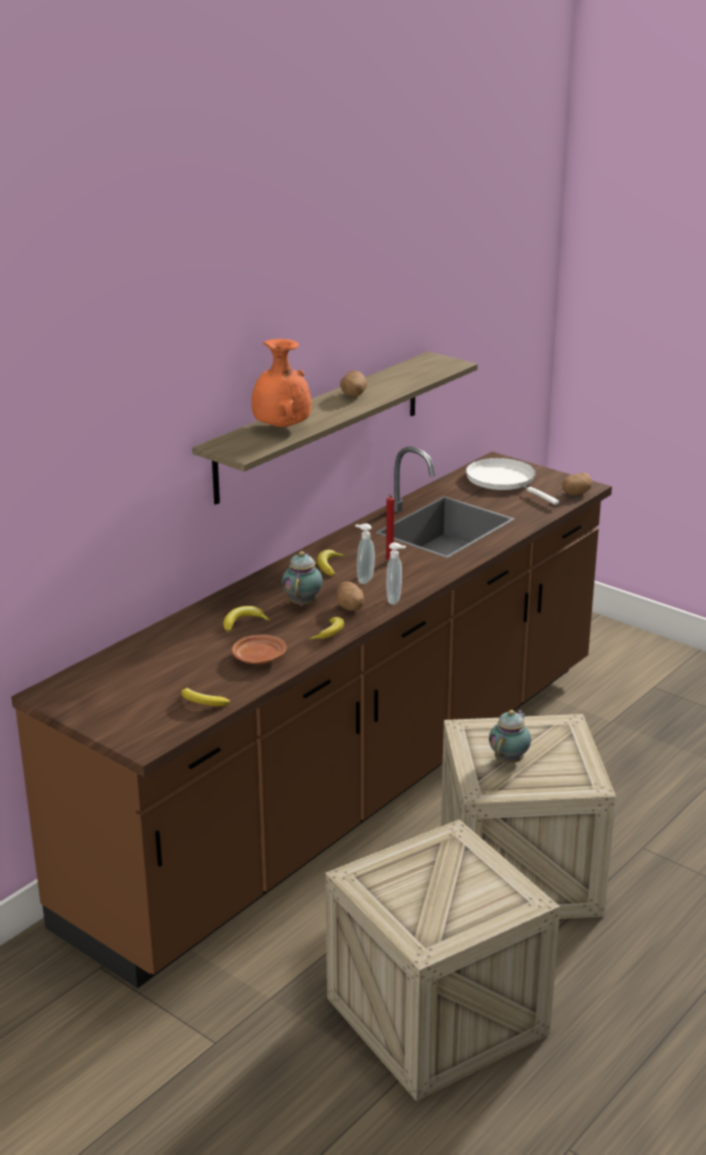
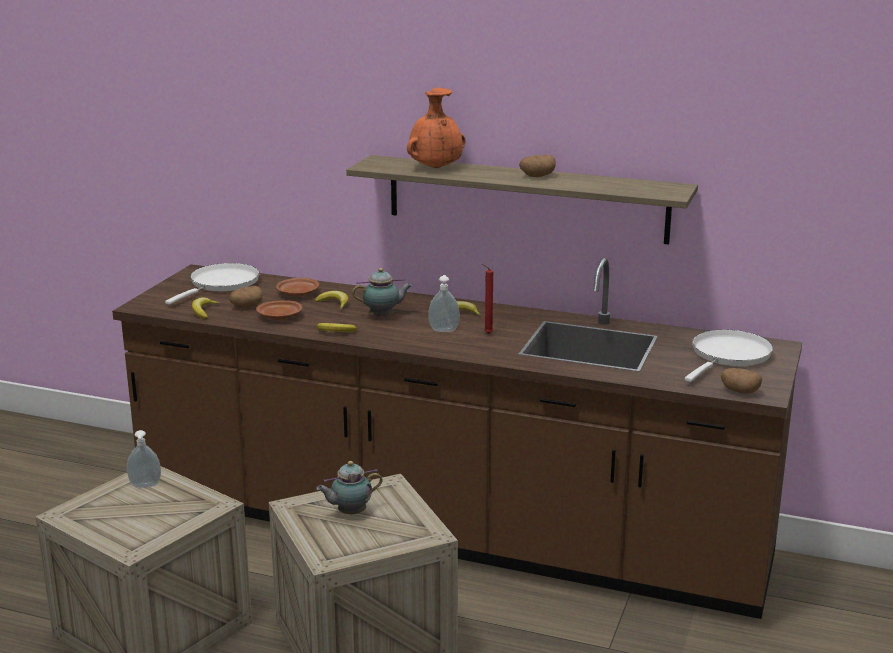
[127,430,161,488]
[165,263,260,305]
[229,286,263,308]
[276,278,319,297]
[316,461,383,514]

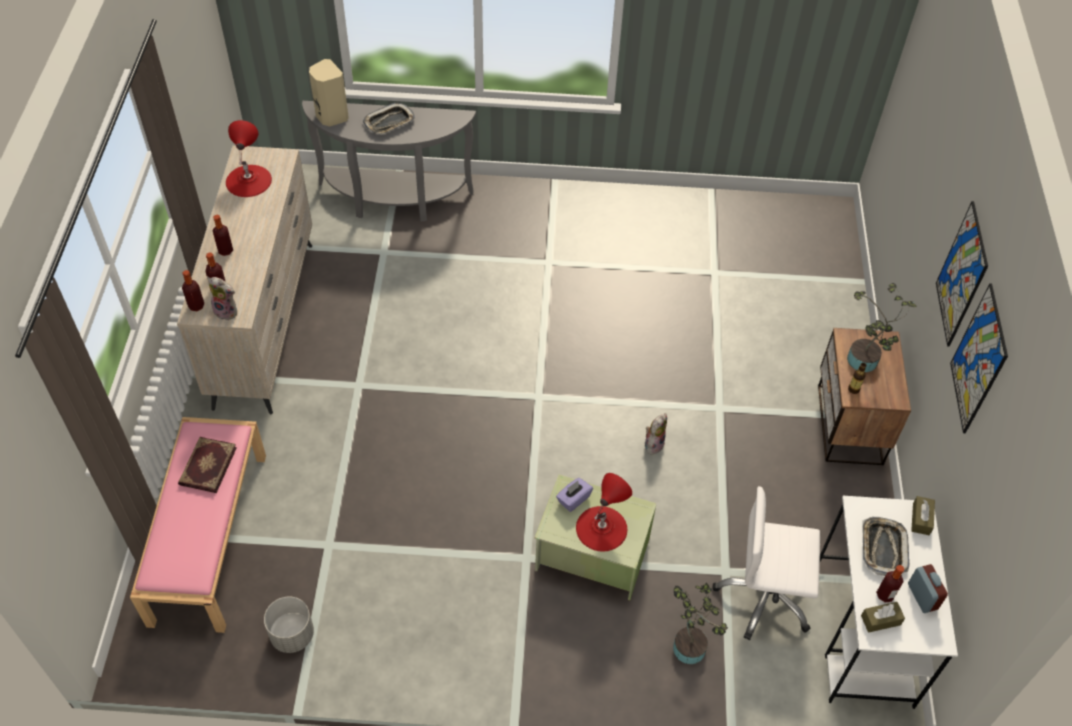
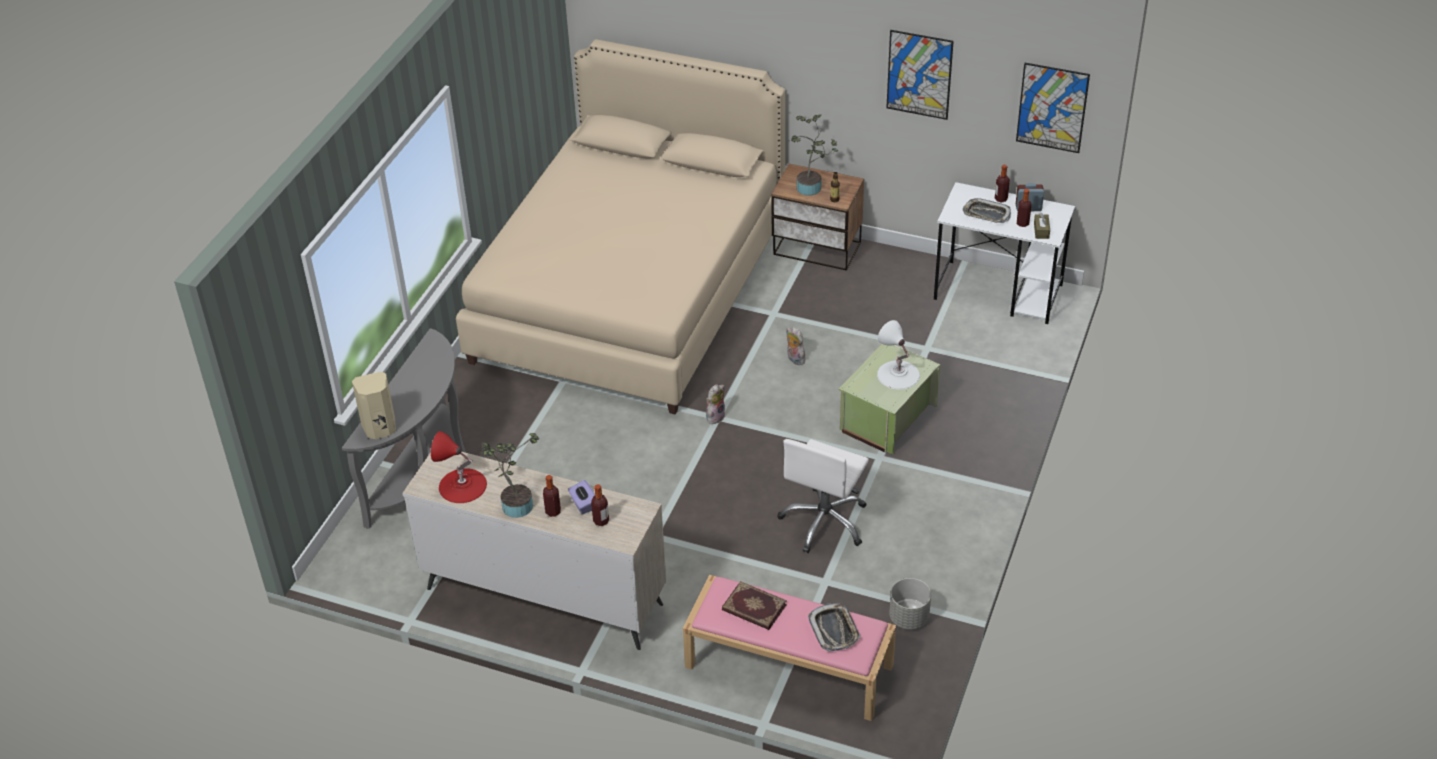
[456,39,785,415]
[480,433,539,518]
[568,480,595,514]
[706,384,725,424]
[777,439,869,553]
[808,603,861,652]
[877,320,920,390]
[995,165,1010,203]
[1016,63,1090,153]
[911,496,935,535] (first image)

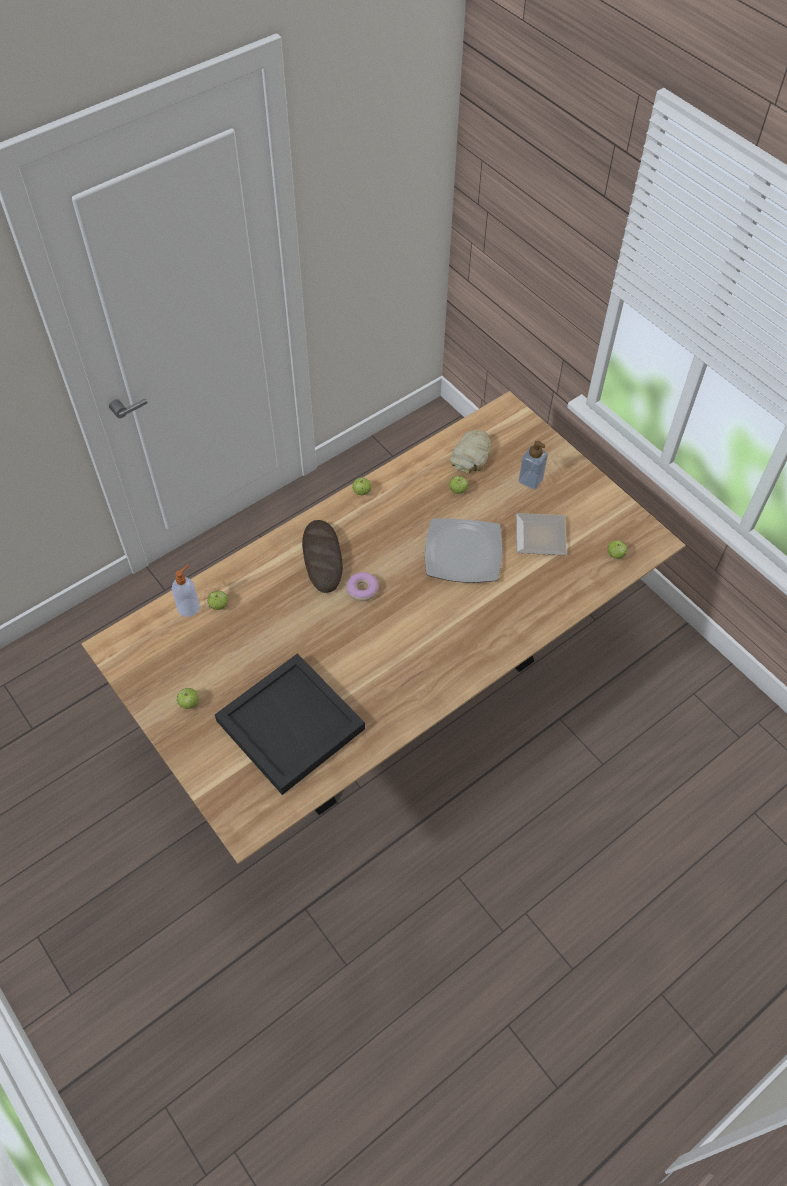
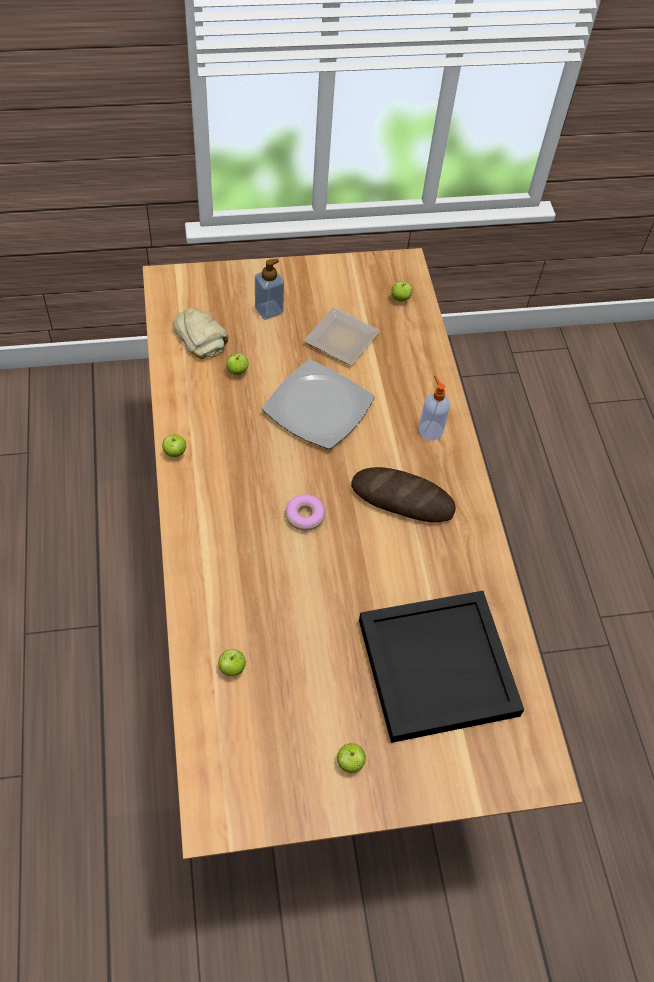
[351,467,455,522]
[418,375,450,441]

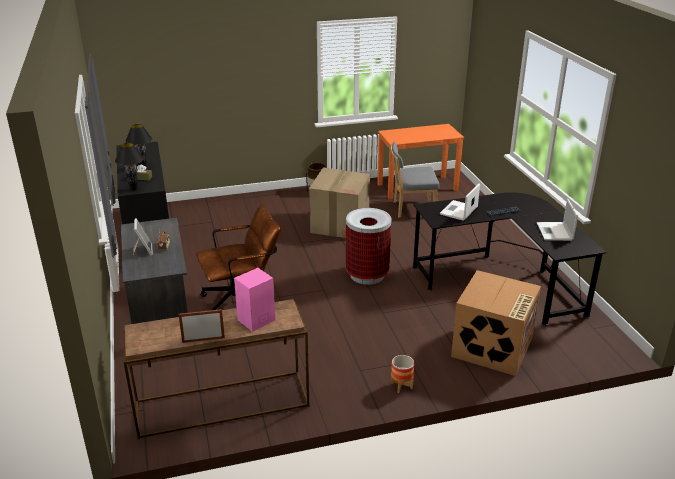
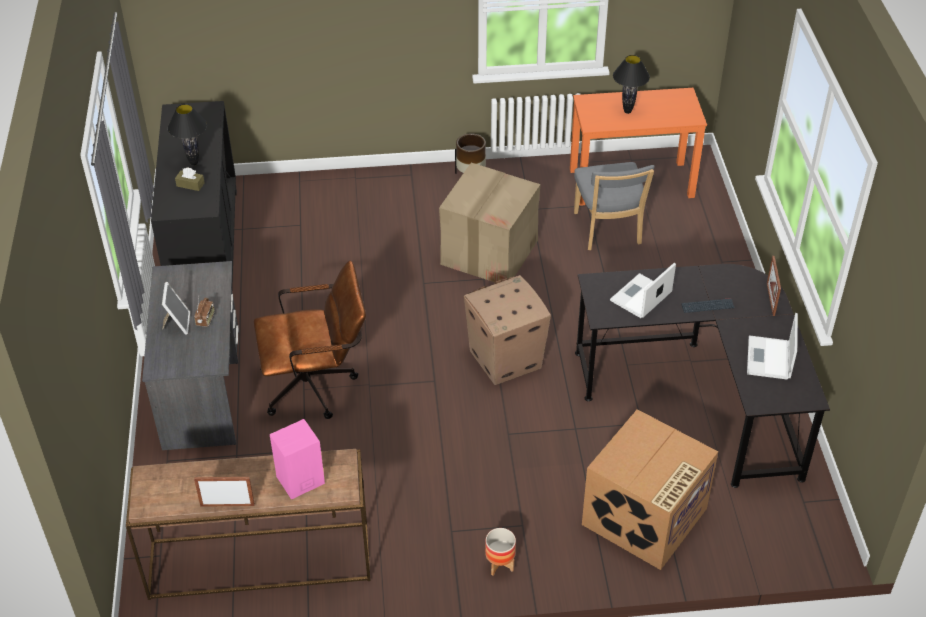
[464,275,551,385]
[574,162,655,250]
[613,55,650,114]
[767,256,781,316]

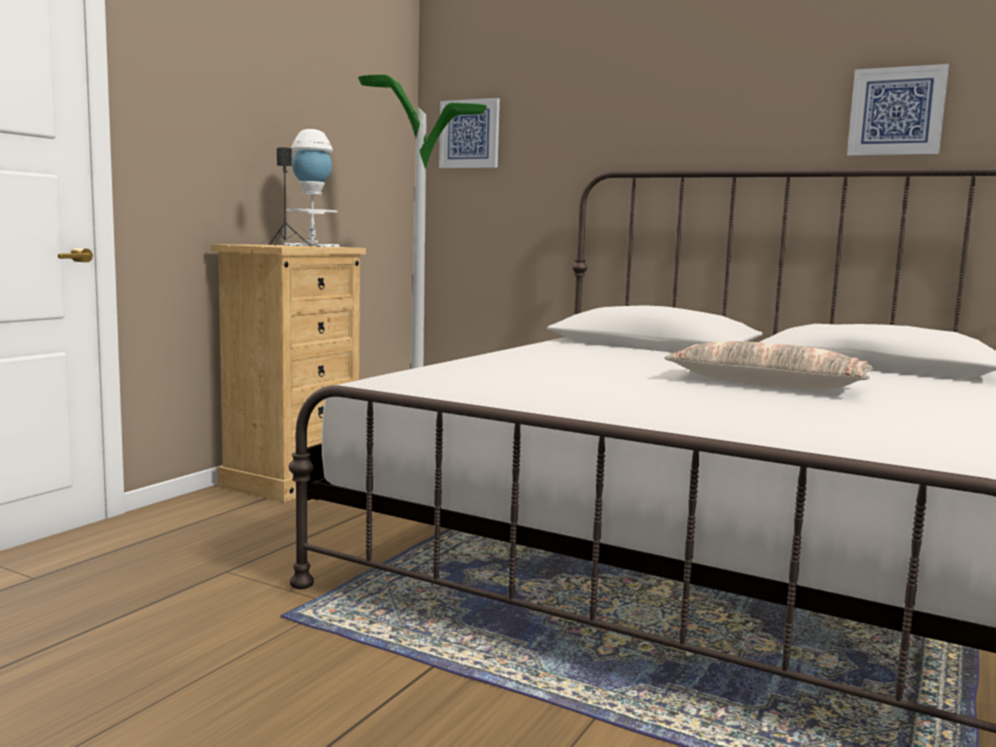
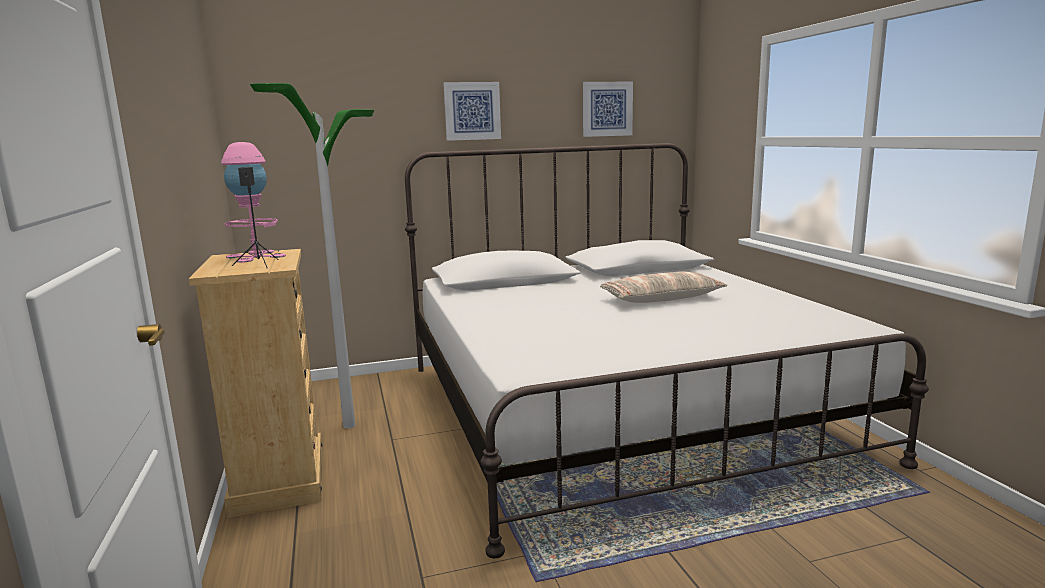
[221,142,286,263]
[443,82,501,141]

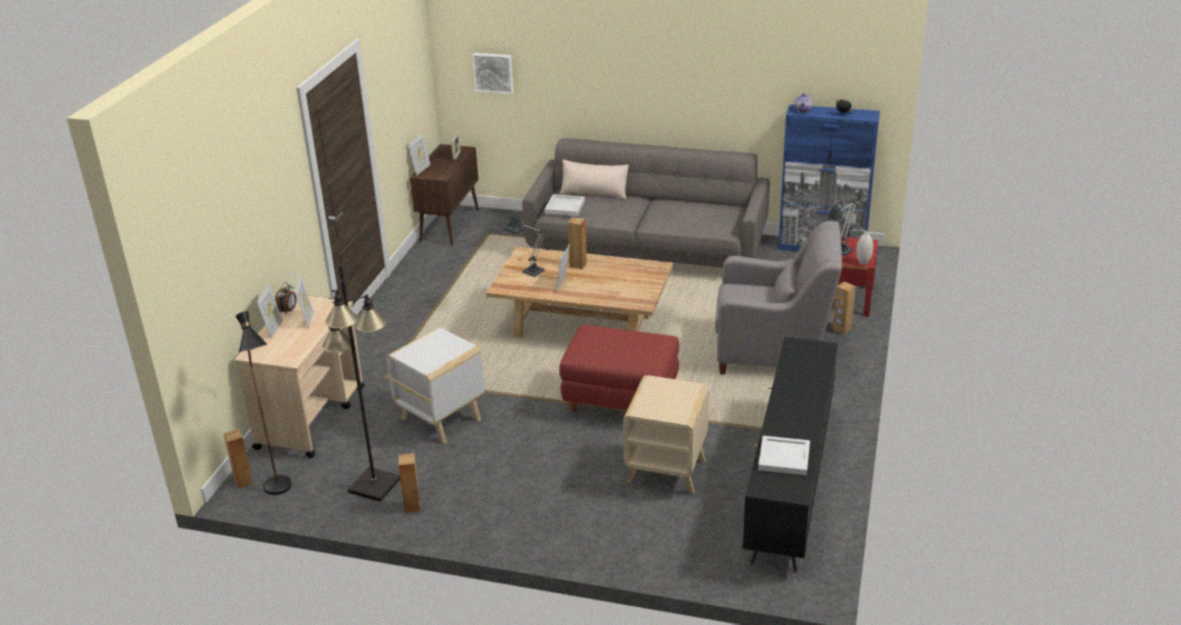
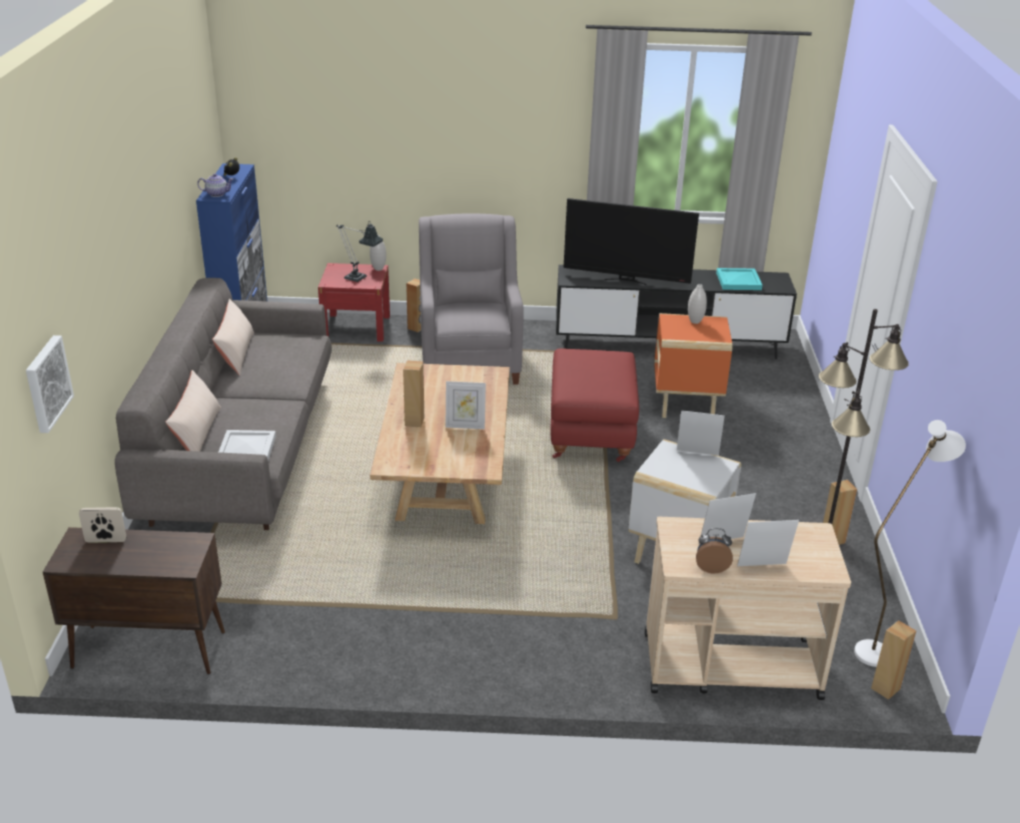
[212,299,254,376]
[563,198,699,285]
[654,313,732,418]
[677,410,725,456]
[688,284,707,324]
[716,268,763,290]
[854,420,966,667]
[504,211,546,277] (first image)

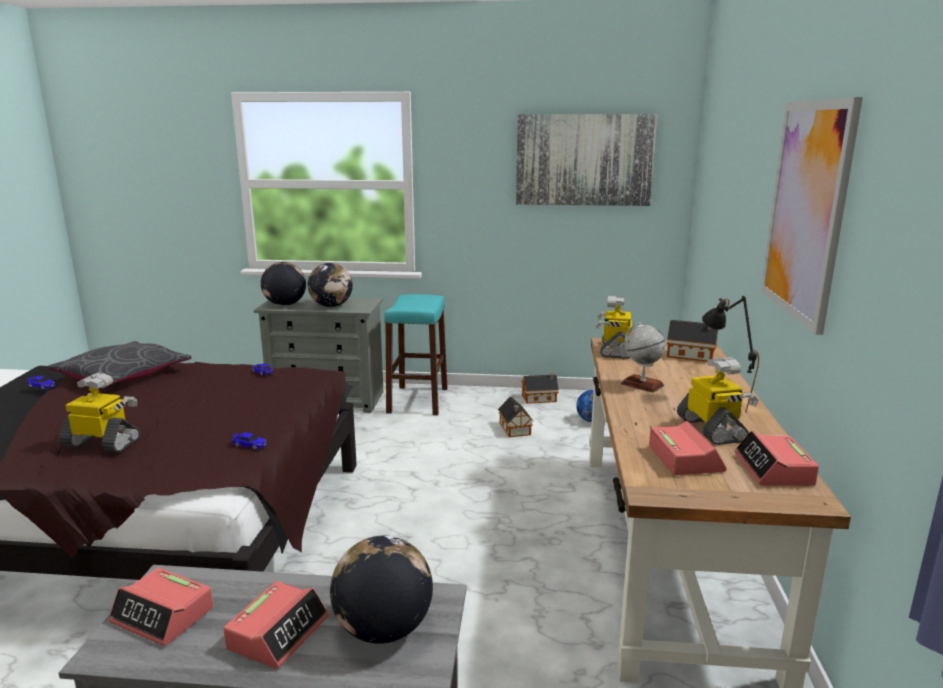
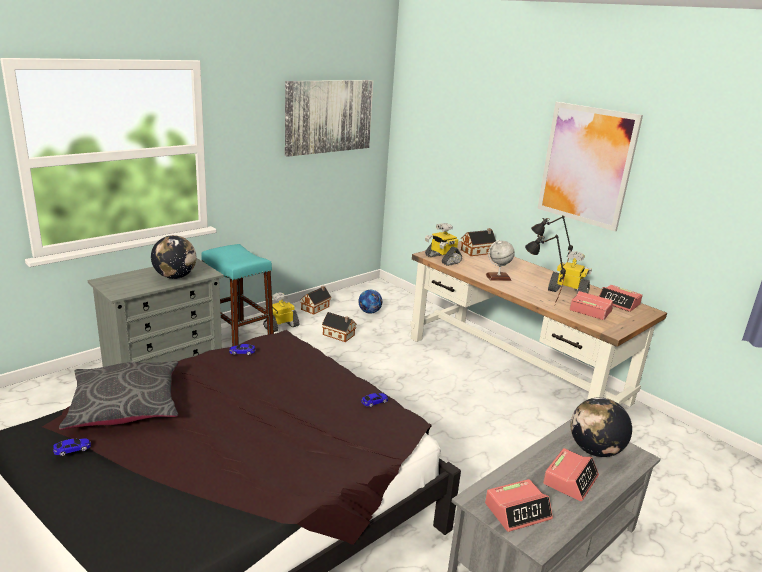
[263,293,299,332]
[525,235,566,306]
[543,448,599,501]
[261,262,306,306] (first image)

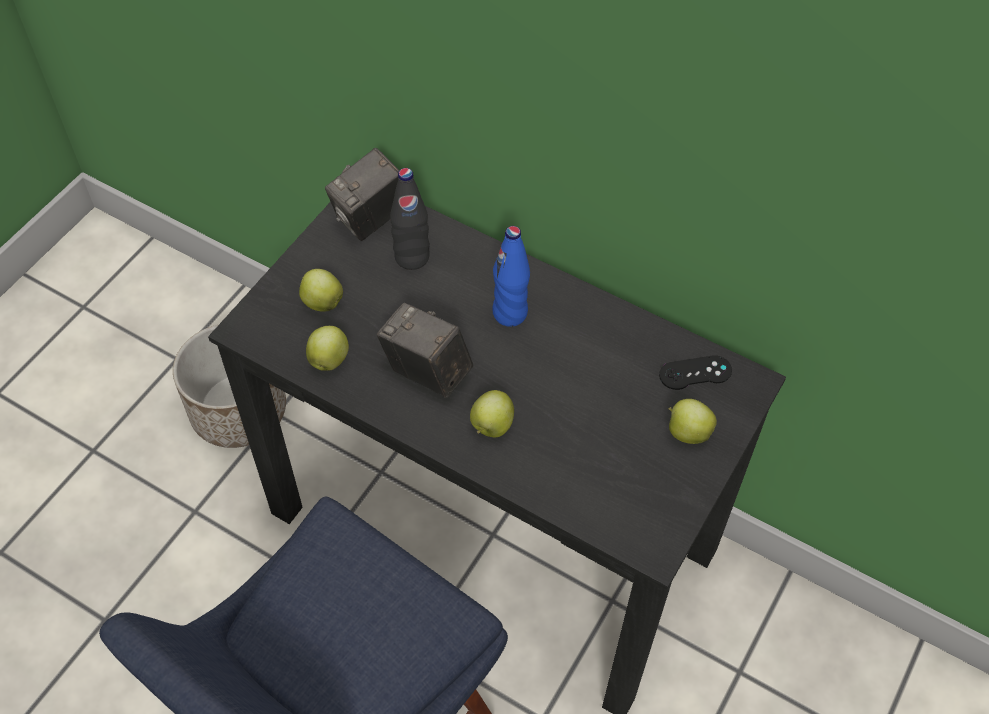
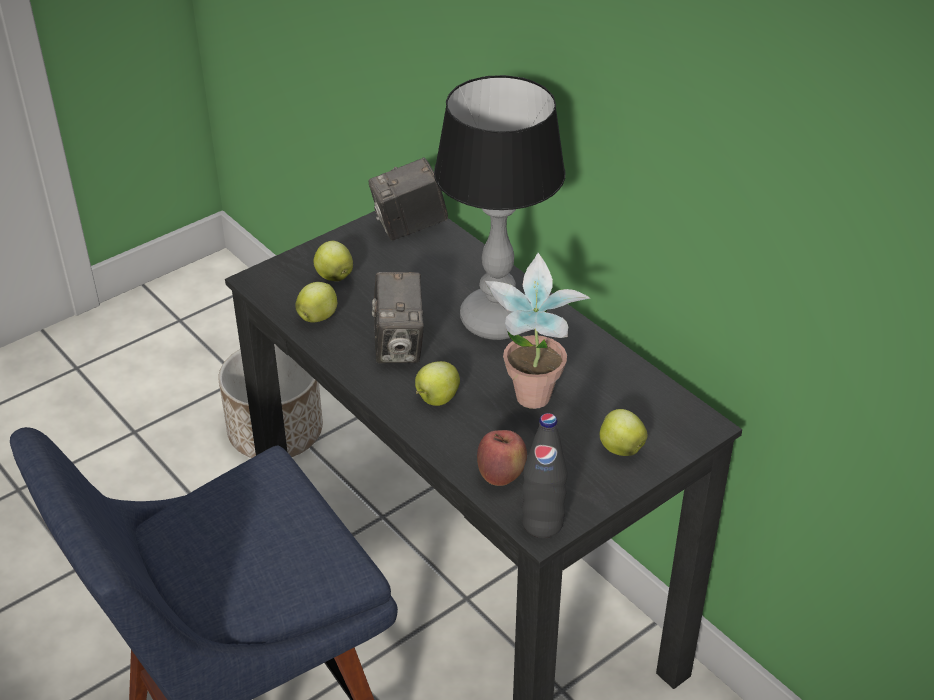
[372,272,424,363]
[434,75,565,340]
[477,430,527,486]
[485,253,591,409]
[522,413,568,538]
[659,355,732,390] (first image)

